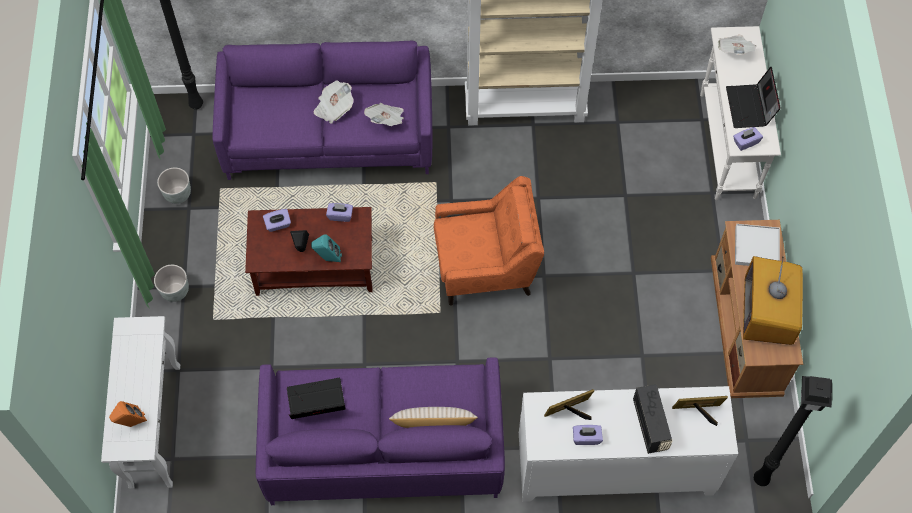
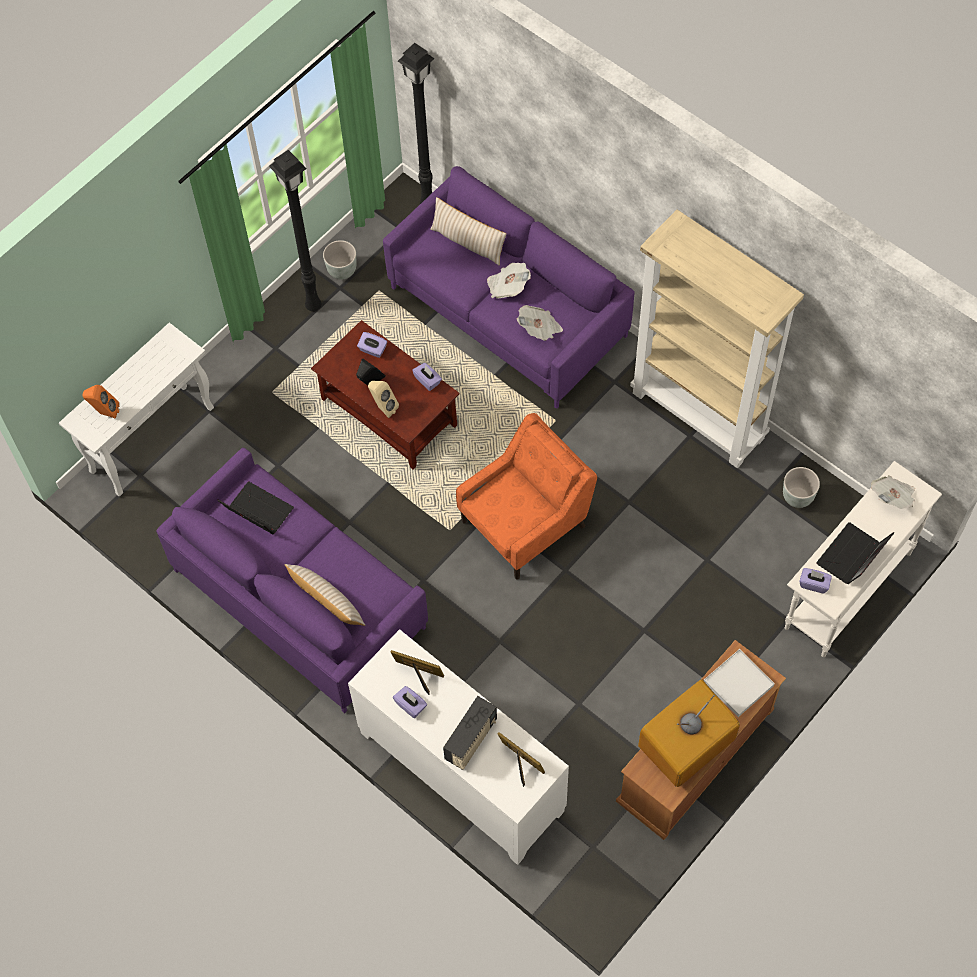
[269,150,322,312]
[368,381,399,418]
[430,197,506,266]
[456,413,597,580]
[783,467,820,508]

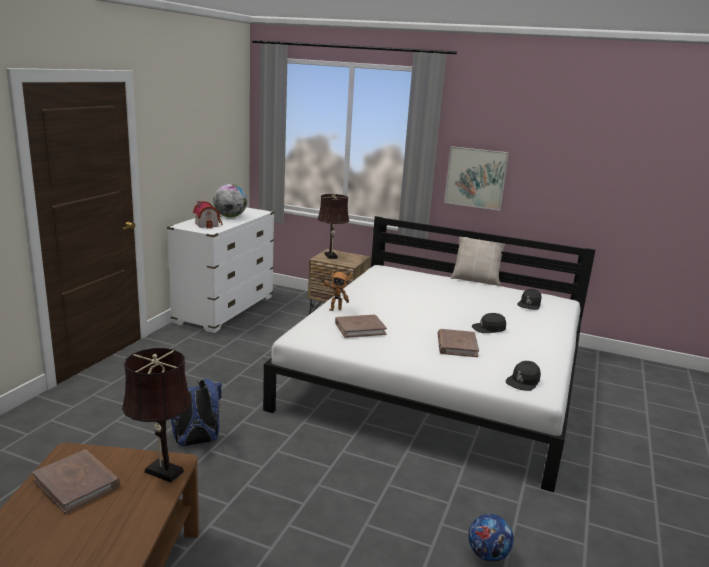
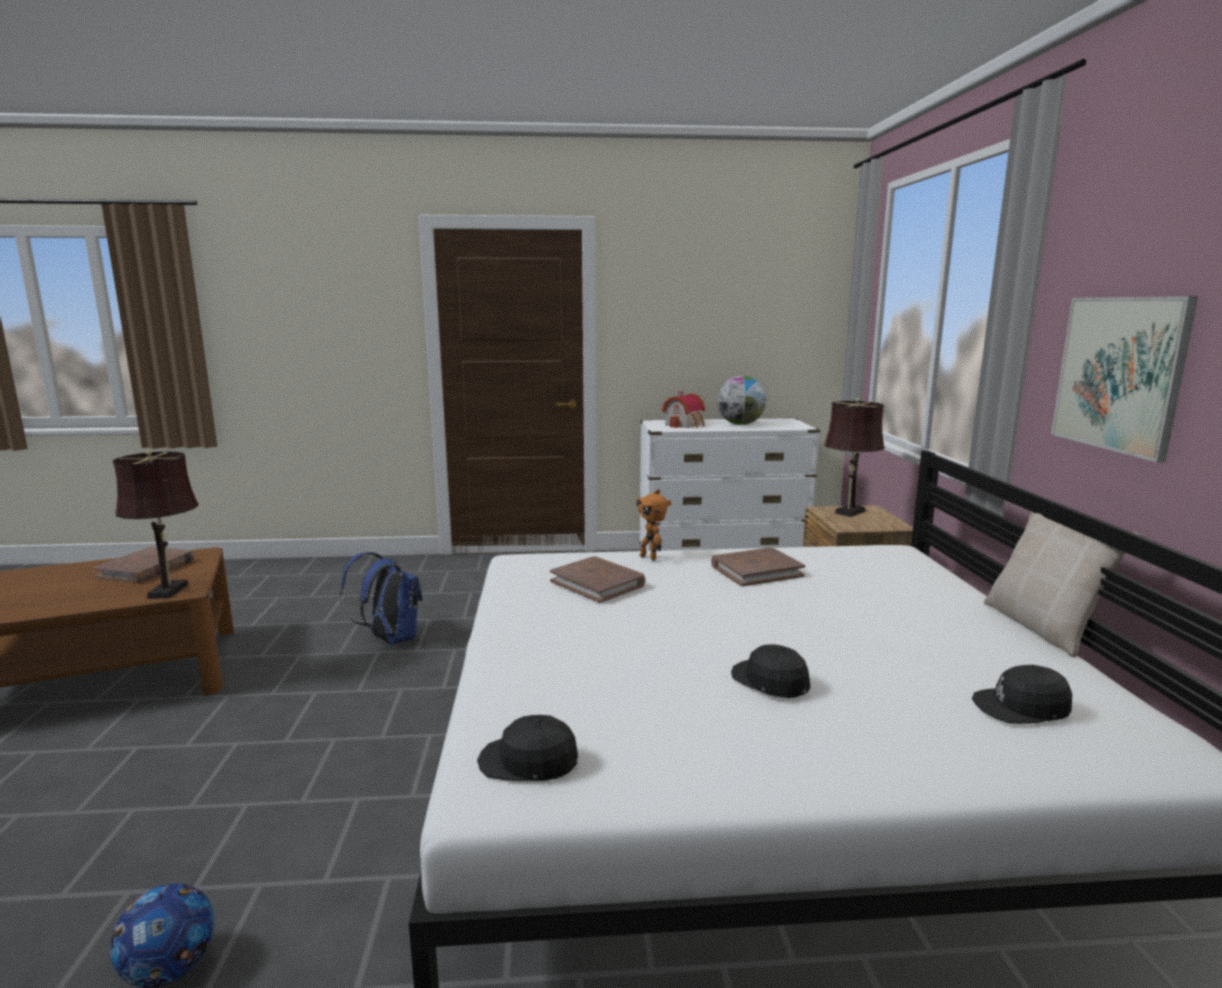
[711,547,805,586]

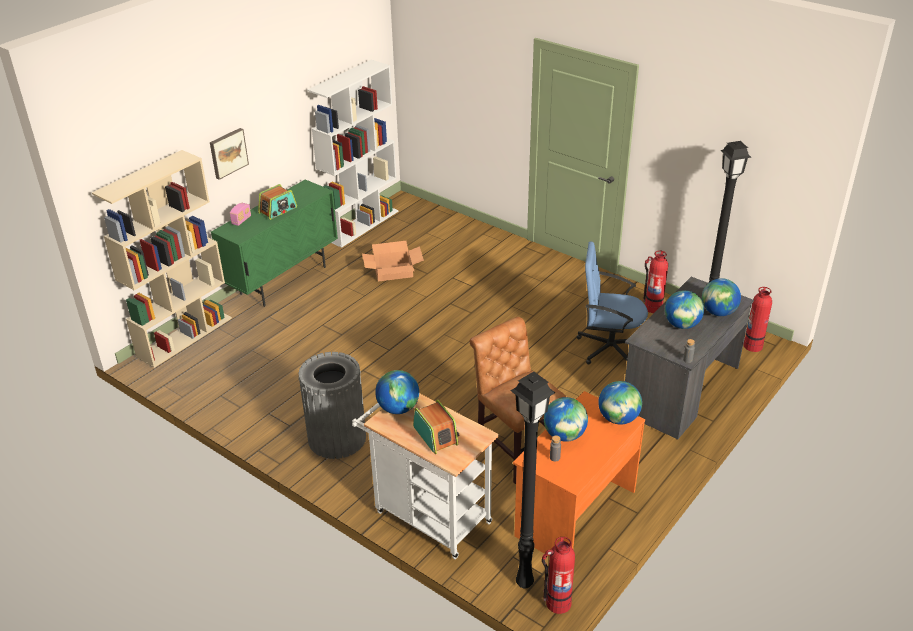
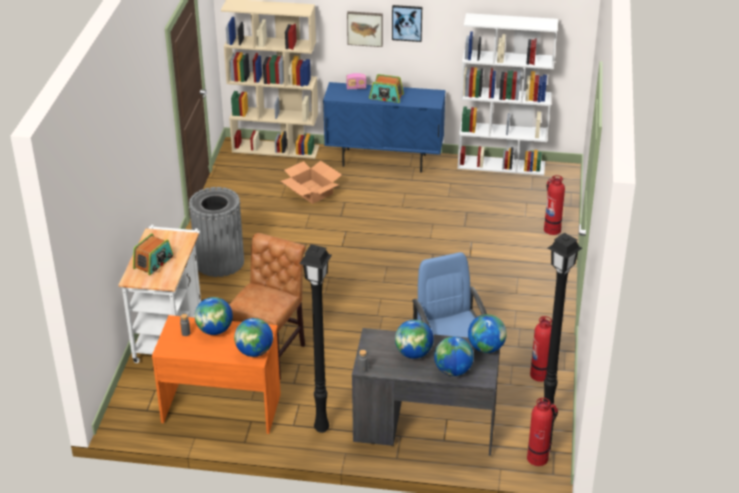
[281,161,342,204]
[300,244,332,433]
[323,82,446,173]
[392,5,422,42]
[468,314,507,353]
[544,175,565,235]

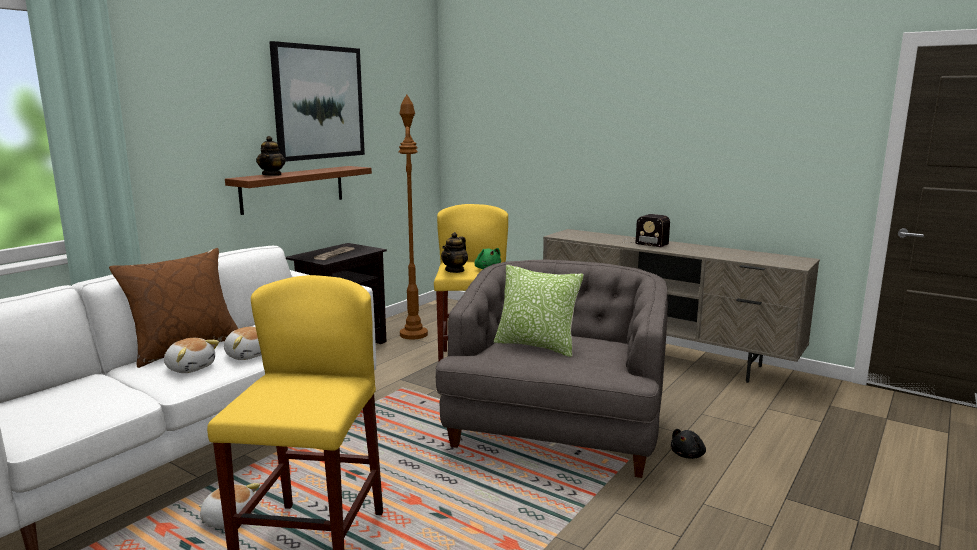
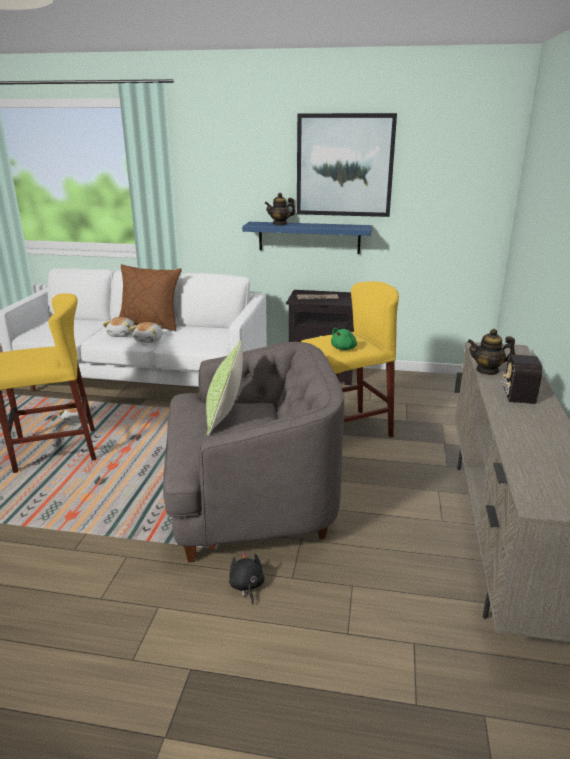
[229,552,265,605]
[242,222,372,254]
[468,329,515,375]
[398,94,428,340] (first image)

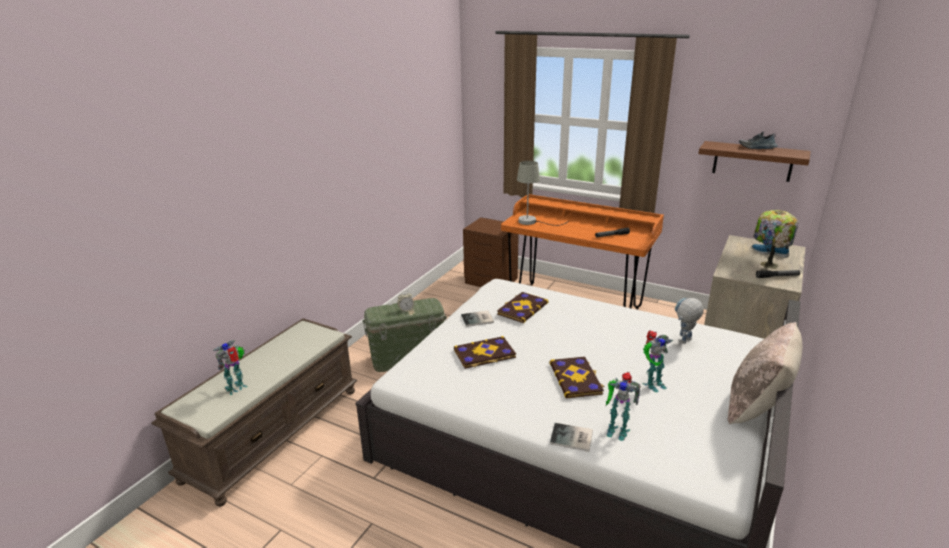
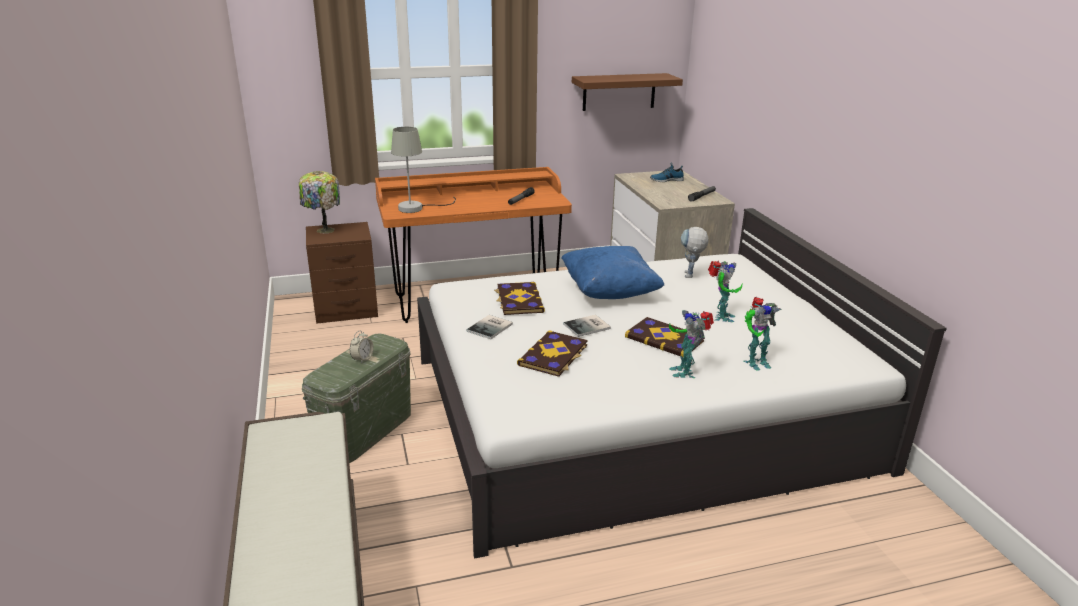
[299,171,340,233]
[561,246,664,299]
[563,315,611,337]
[669,310,714,378]
[728,322,802,424] (first image)
[739,132,777,149] (first image)

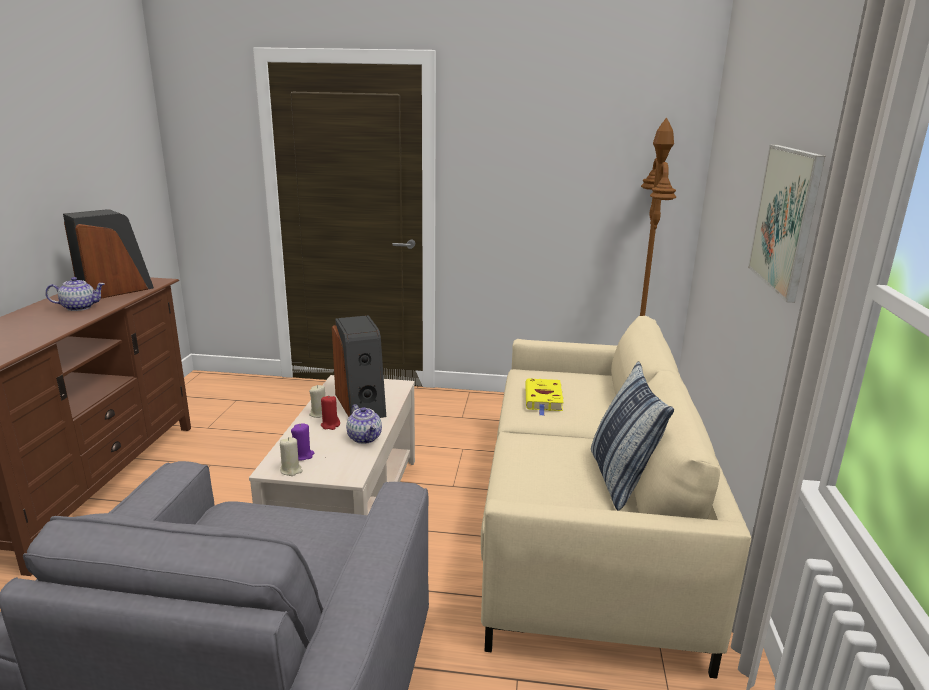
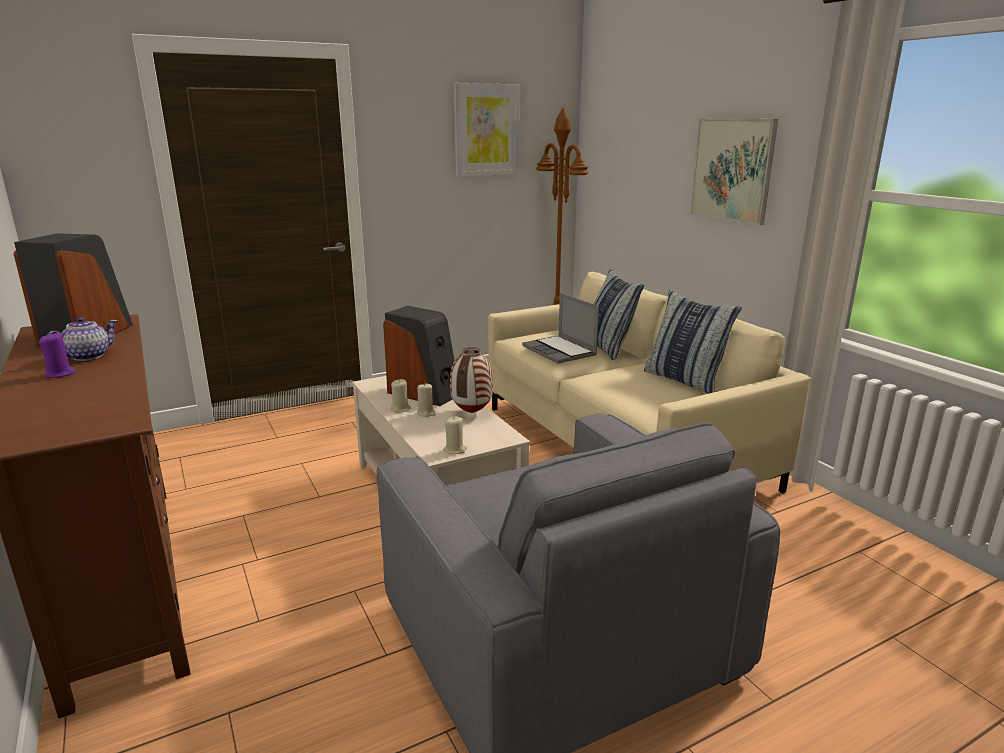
[39,333,75,378]
[417,384,436,417]
[450,347,493,413]
[454,83,519,177]
[522,293,599,364]
[594,269,644,360]

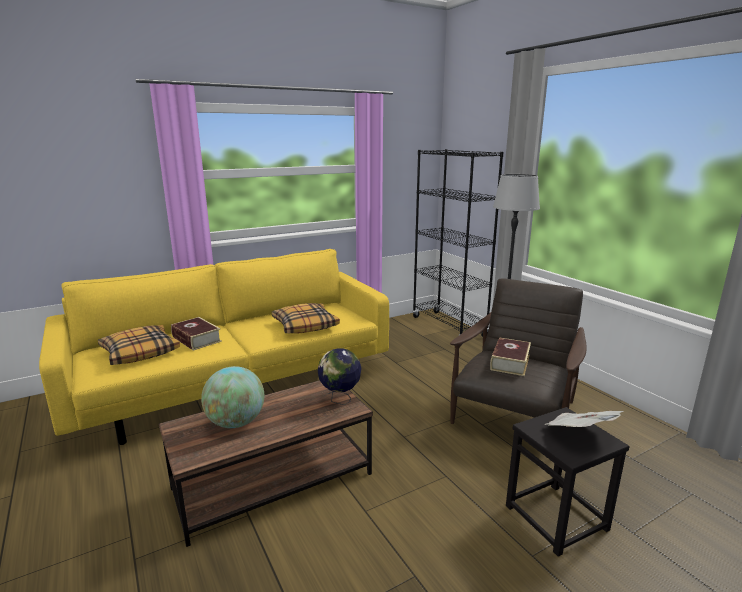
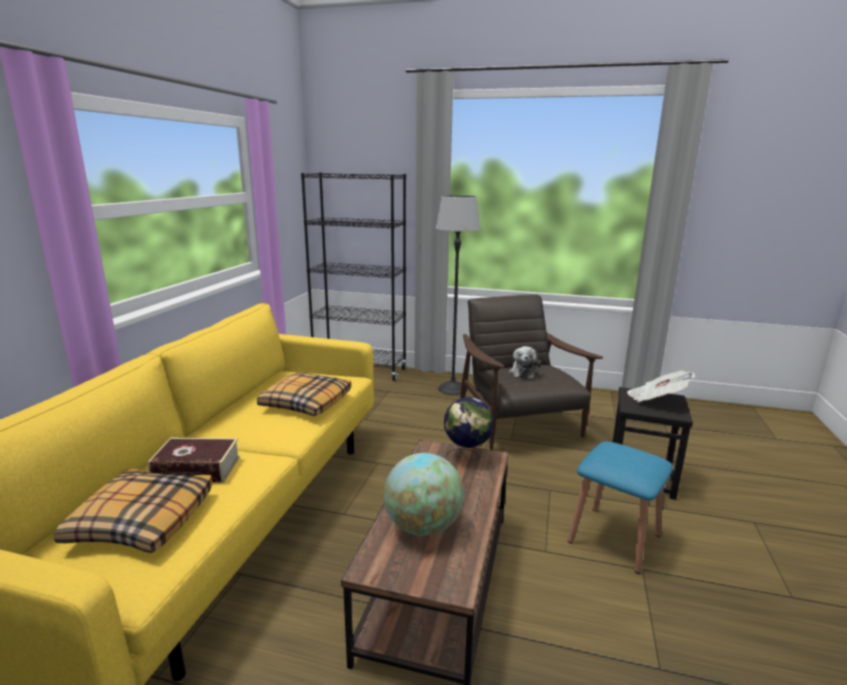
[509,346,541,379]
[568,441,673,574]

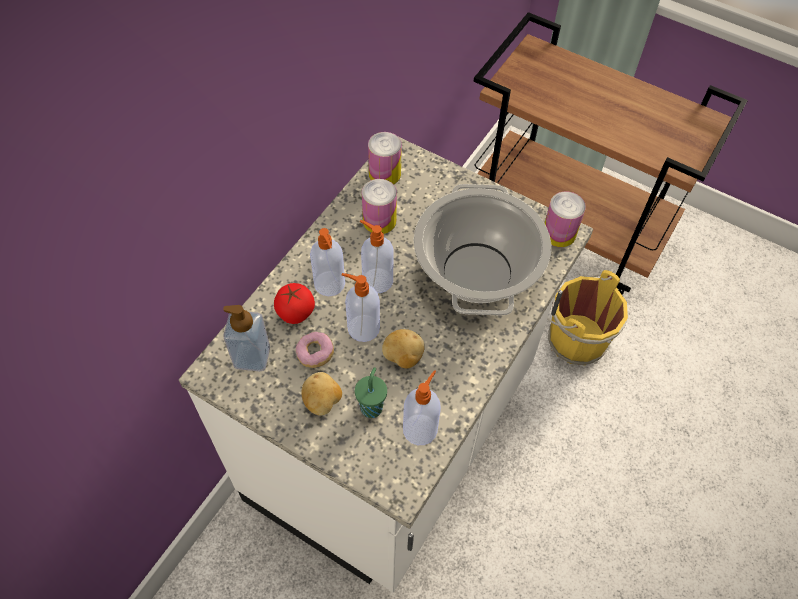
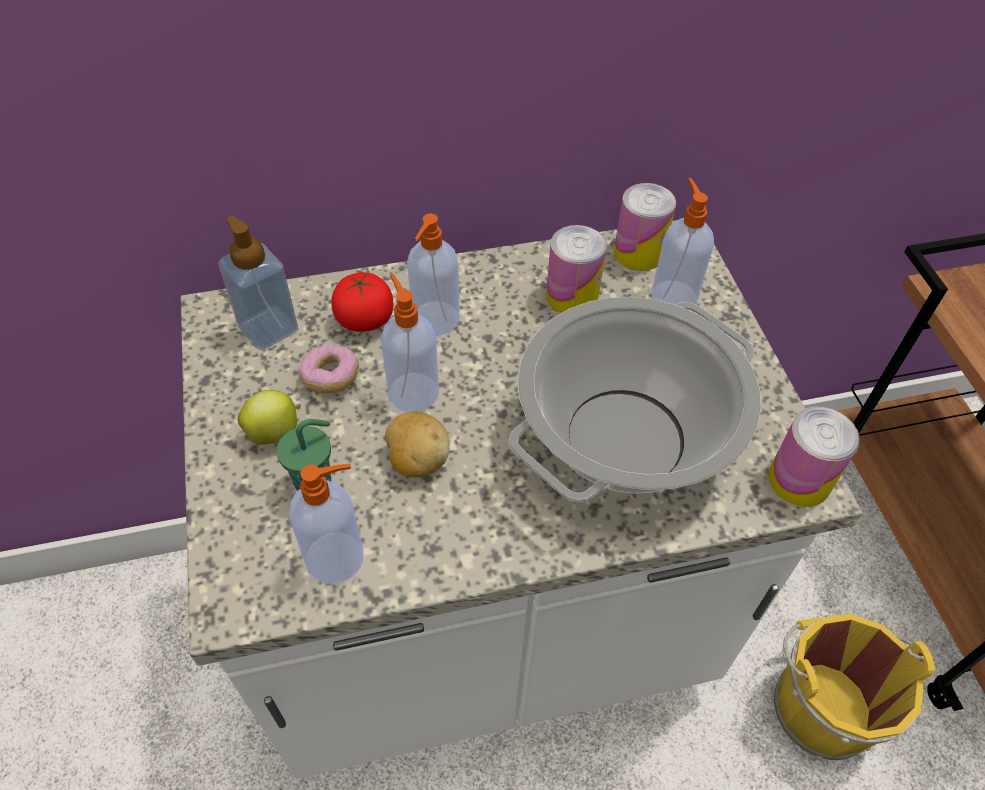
[238,390,300,445]
[651,178,714,305]

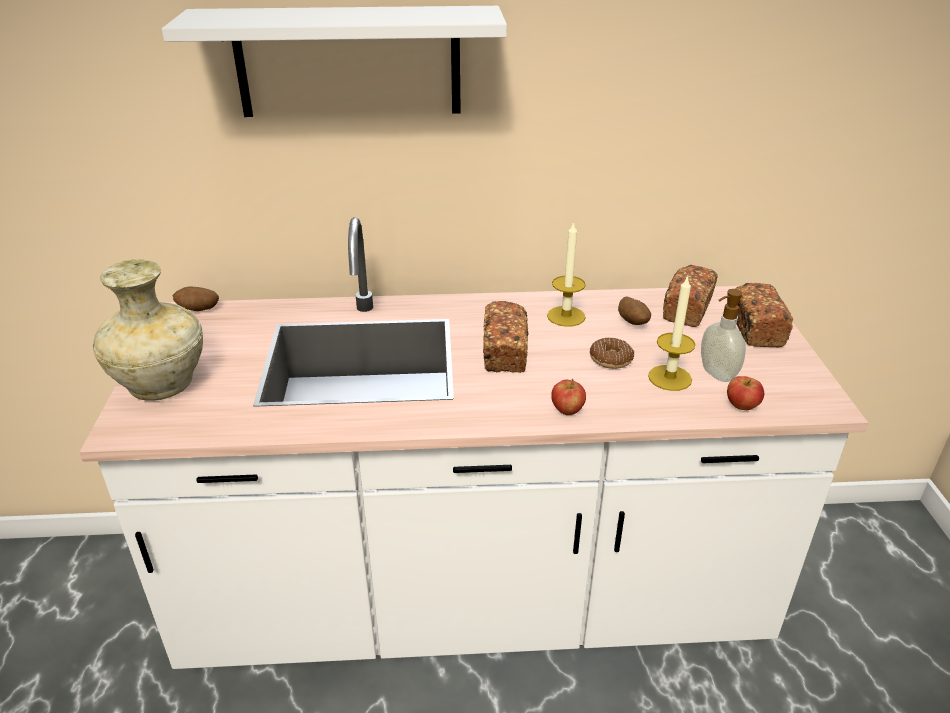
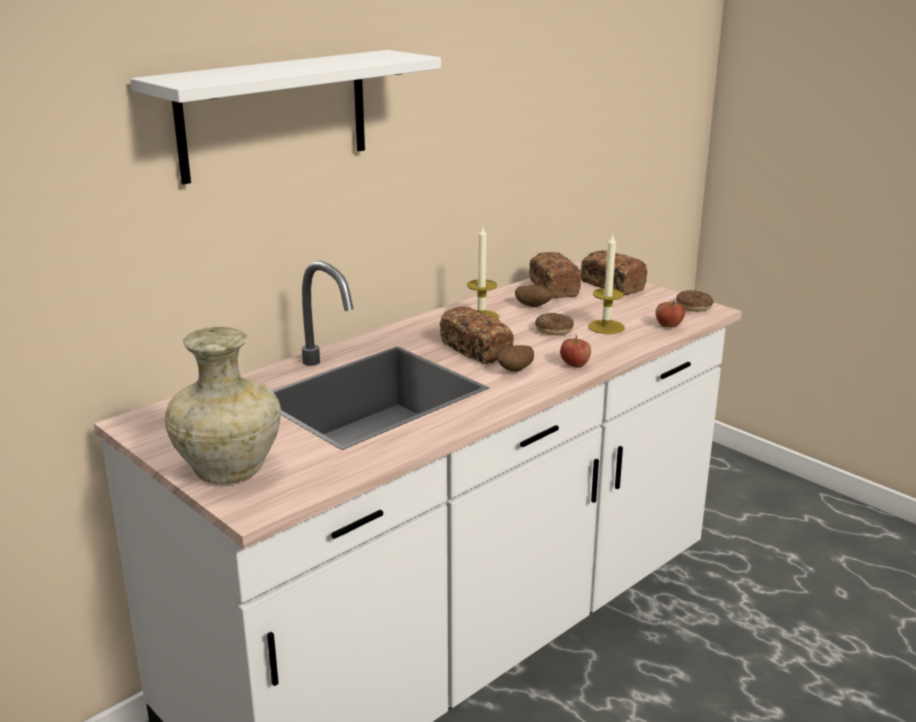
[498,345,534,372]
[676,290,713,312]
[701,289,746,382] (first image)

